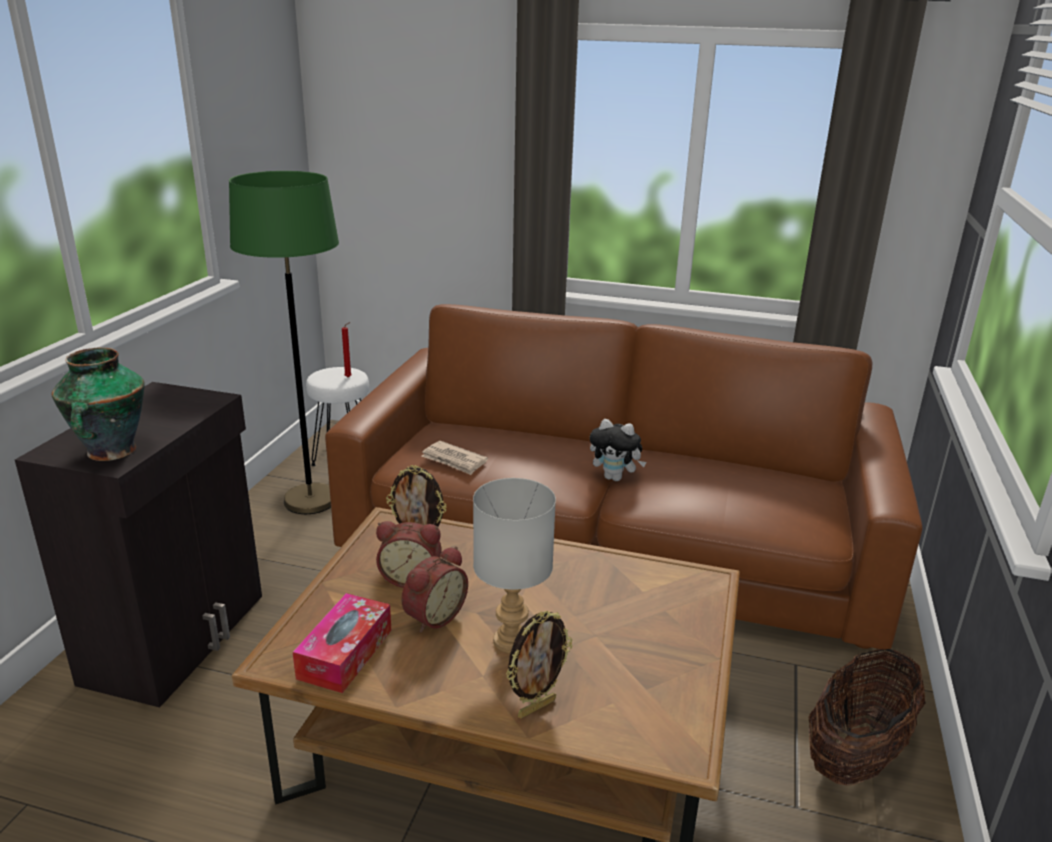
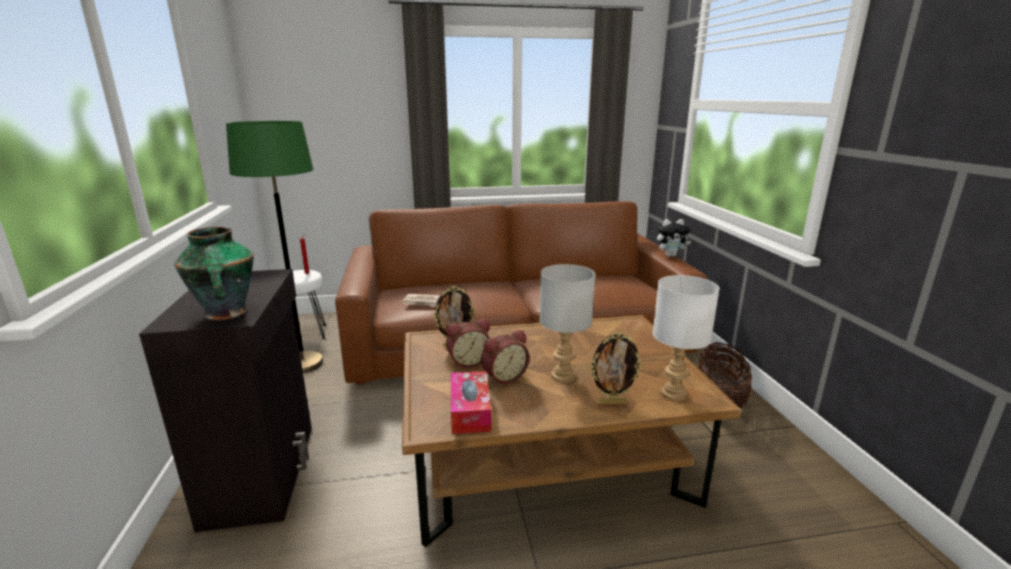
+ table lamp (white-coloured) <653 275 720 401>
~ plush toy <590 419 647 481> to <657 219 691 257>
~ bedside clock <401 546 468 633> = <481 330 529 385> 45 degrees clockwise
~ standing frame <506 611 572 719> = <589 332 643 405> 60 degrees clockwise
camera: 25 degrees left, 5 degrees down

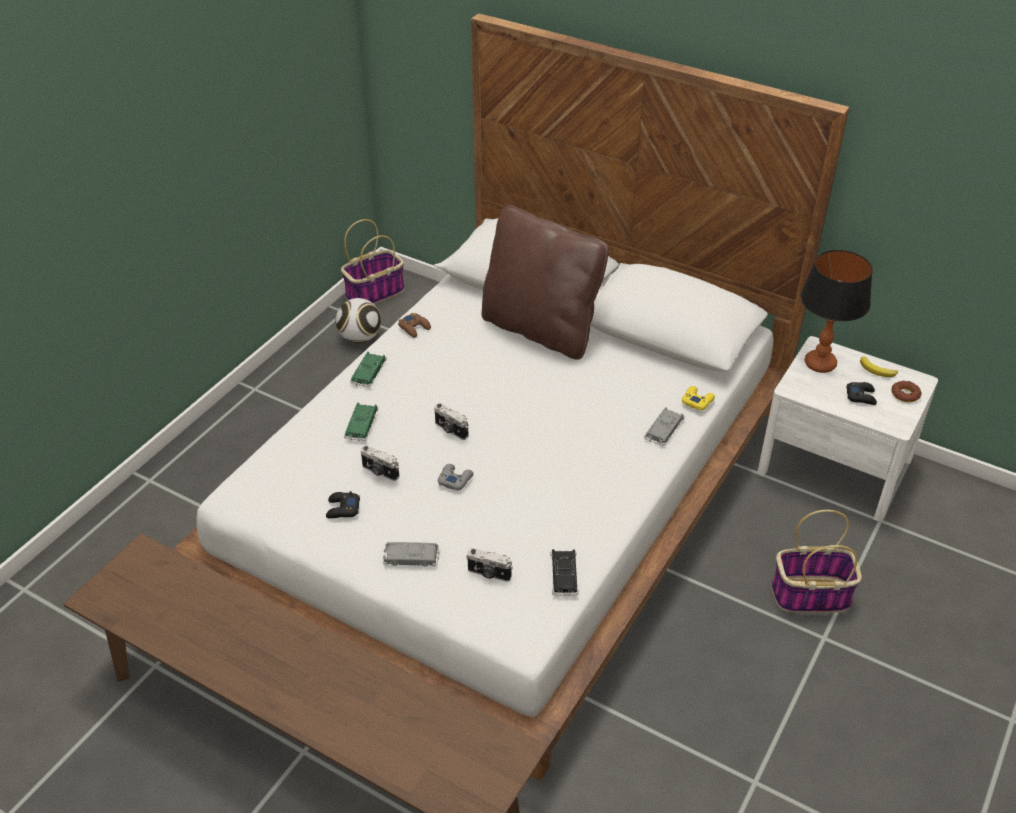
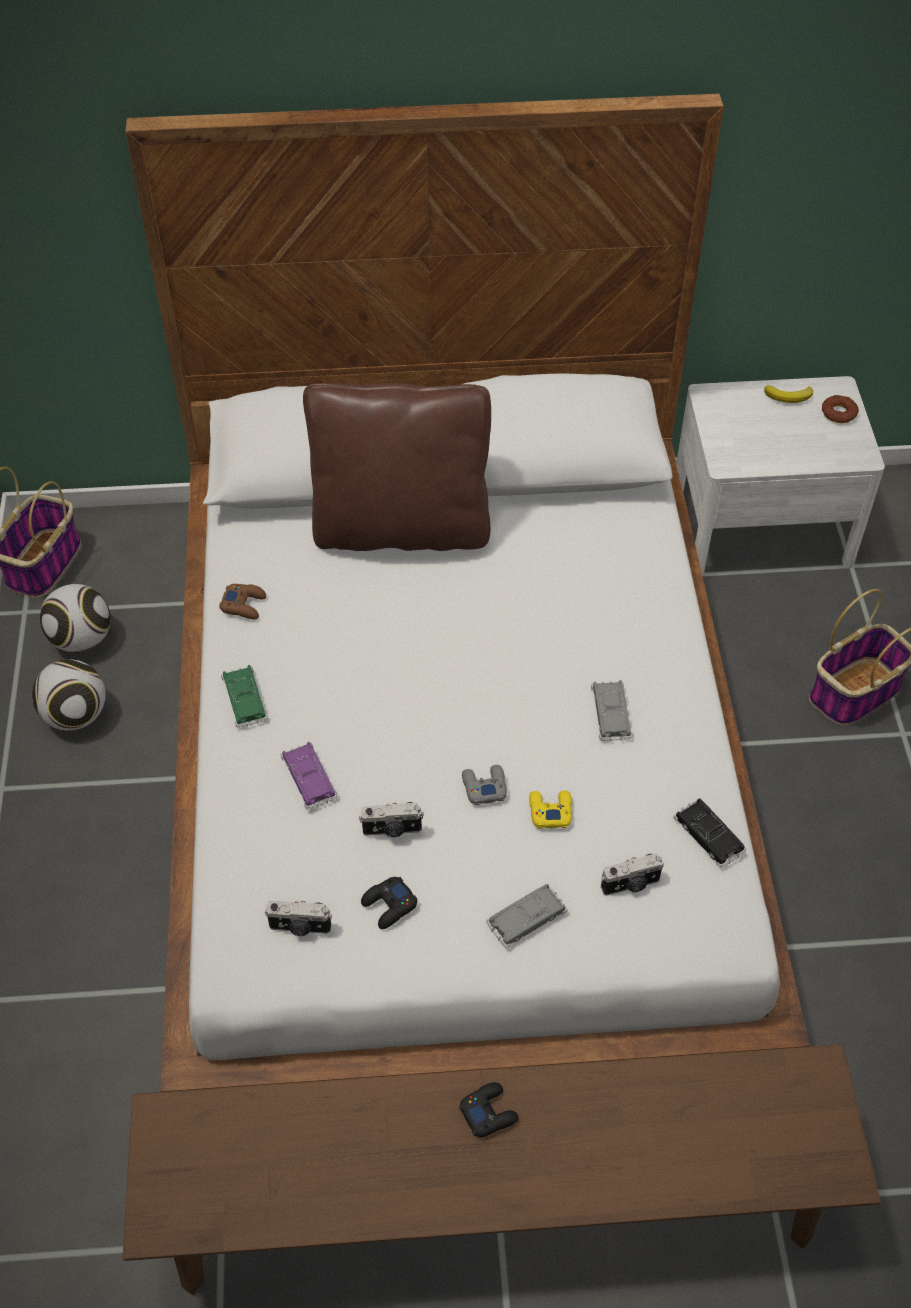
- table lamp <801 250 873 373>
+ football ball <32 659 106 731>
~ photo camera <434 403 468 440> to <265 901 332 936>
~ toy car (grey) <644 407 685 446> to <591 680 632 741>
~ gamepad (yellow-coloured) <682 386 715 410> to <529 790 572 828>
~ gamepad (black) <846 382 877 405> to <459 1082 519 1138>
~ toy car (green-coloured) <344 402 379 441> to toy car (purple-coloured) <281 742 337 810>
camera: 35 degrees left, 10 degrees up

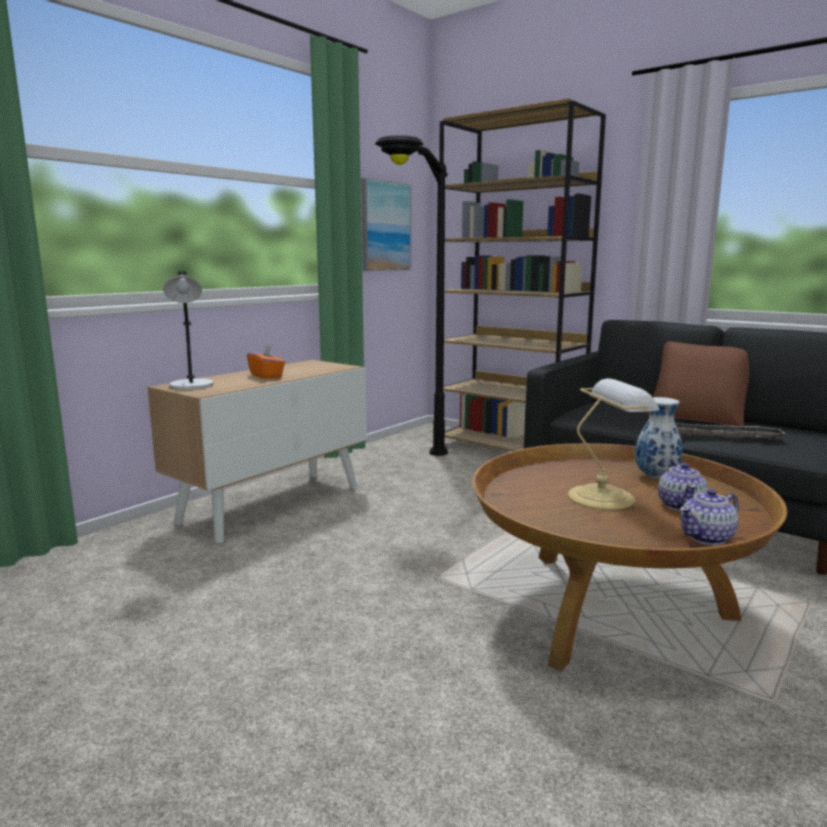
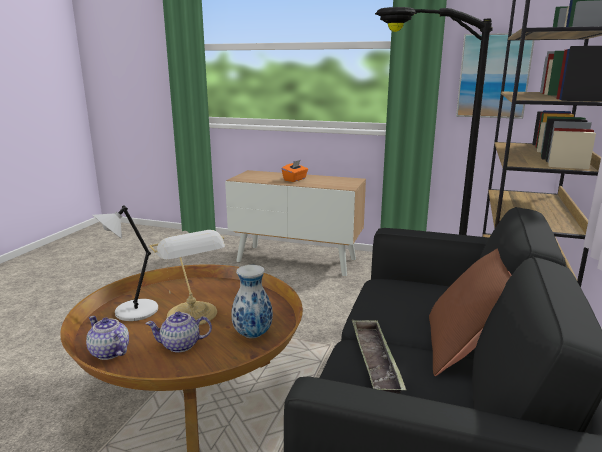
~ table lamp (grey) <163 271 214 390> to <92 206 158 321>
camera: 70 degrees right, 5 degrees up

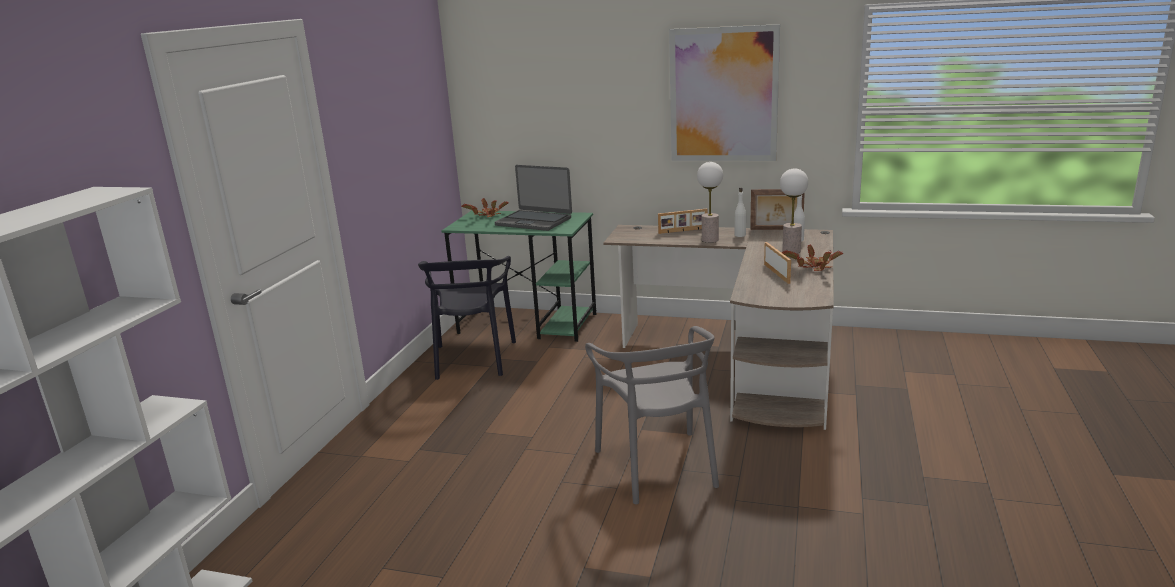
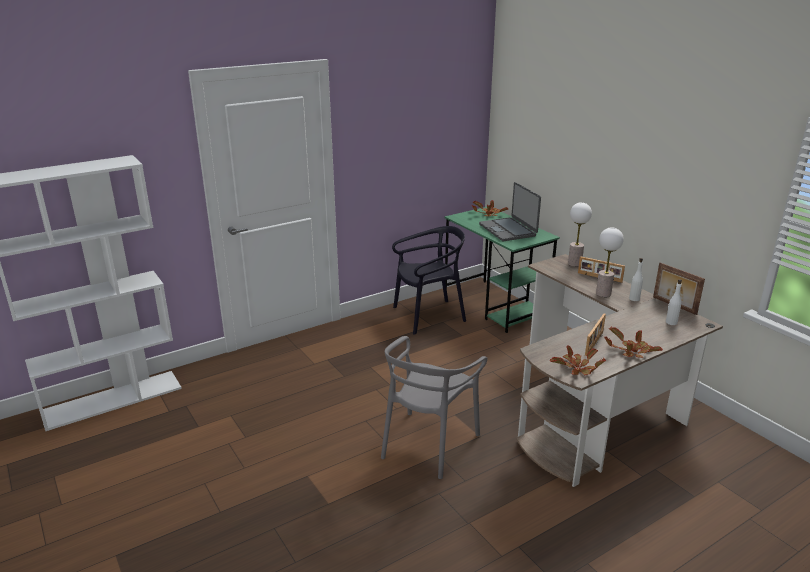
- picture <669 24 780 161>
+ houseplant <550 345 606 375>
~ table lamp <780 168 808 254> to <568 202 592 267>
~ upright chair (black) <418 256 516 380> = <392 226 466 335> 150 degrees counterclockwise
camera: 40 degrees right, 5 degrees up

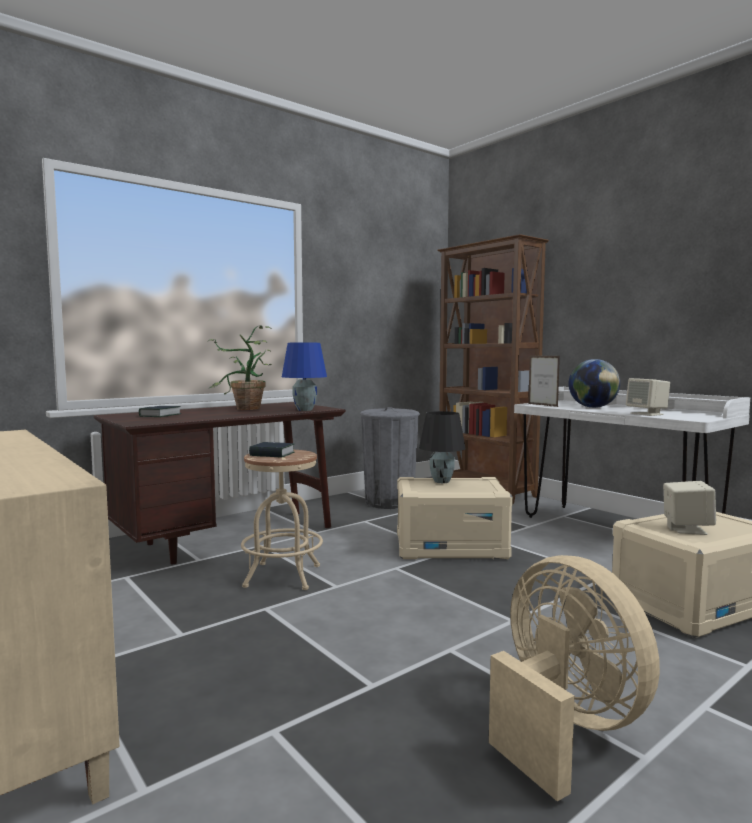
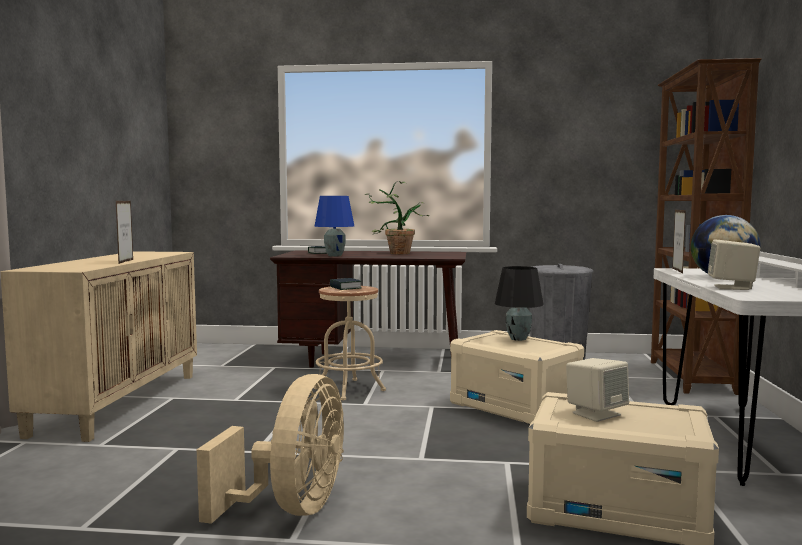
+ standing frame <116 201 133 264>
~ table lamp (blue-coloured) <282 343 327 411> to <314 196 354 257>
camera: 45 degrees right, 0 degrees up

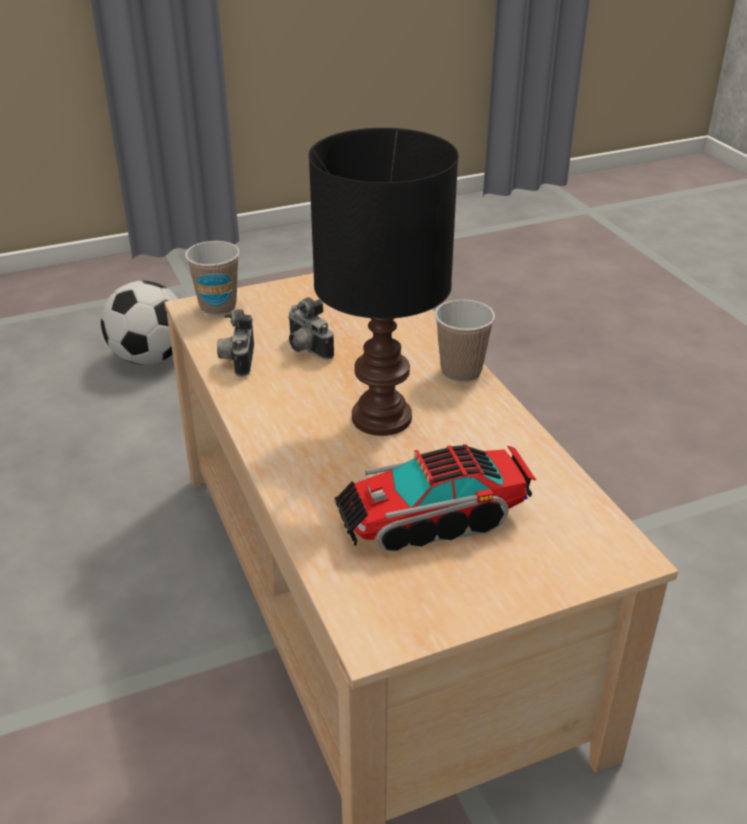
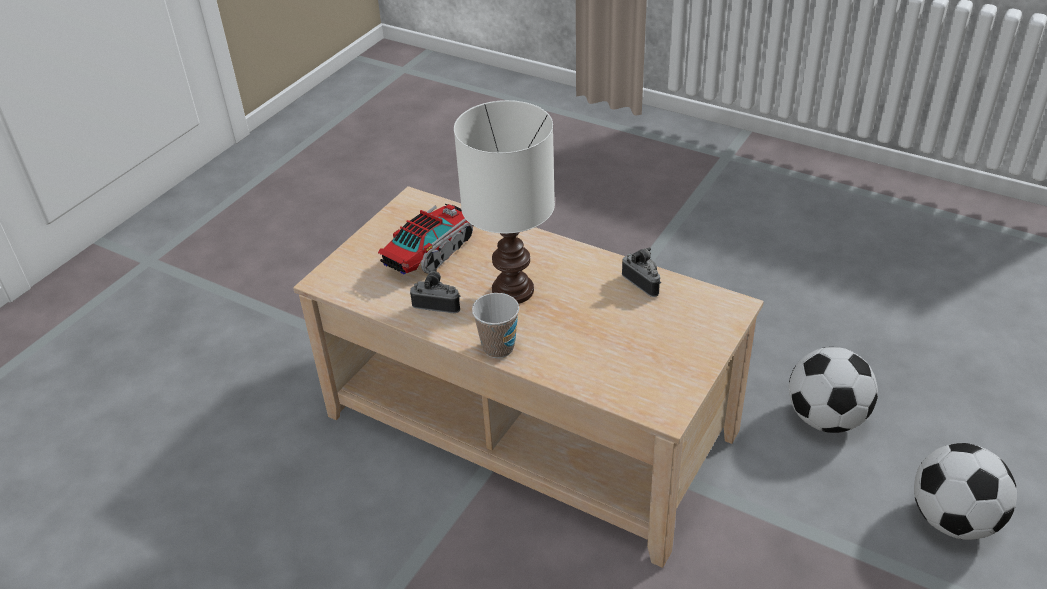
- drinking cup <185 241 240 316>
+ football ball <789 347 878 433>
~ photo camera <288 297 334 360> to <410 268 460 313>
~ table lamp (black) <309 128 459 436> to table lamp (white-coloured) <454 100 555 304>
camera: 145 degrees right, 5 degrees up

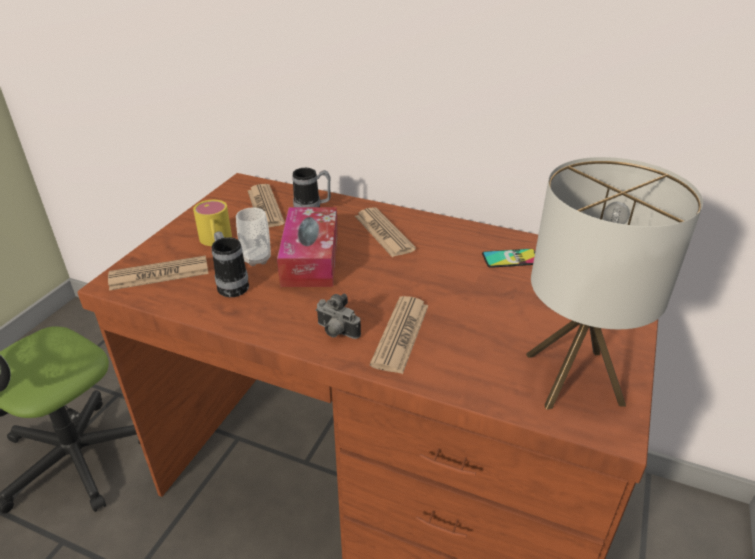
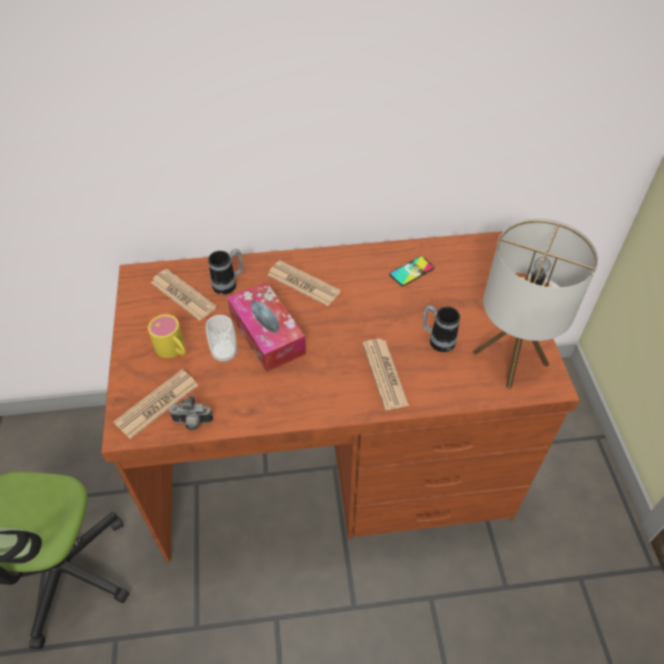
~ mug <212 232 249 297> to <422 305 460 352>
~ photo camera <316 294 361 339> to <169 395 213 430>
camera: 30 degrees left, 15 degrees up

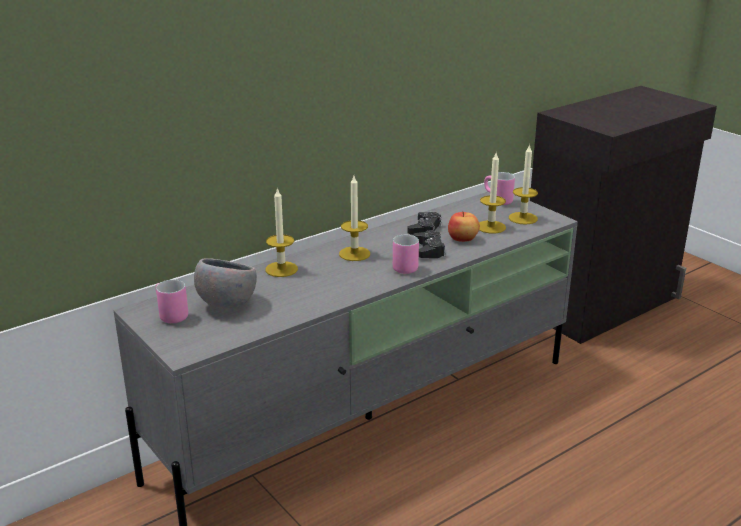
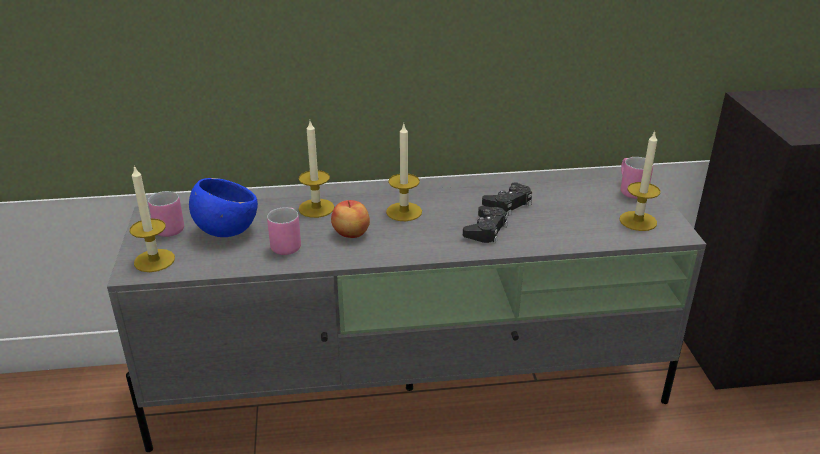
~ mug (pinkish) <393 235 419 274> to <267 207 301 255>
~ apple <448 211 480 242> to <331 200 370 238>
~ wax light <479 153 506 234> to <130 165 175 272>
~ bowl (grey) <194 258 257 309> to bowl (blue-coloured) <189 178 258 237>
camera: 30 degrees right, 5 degrees up

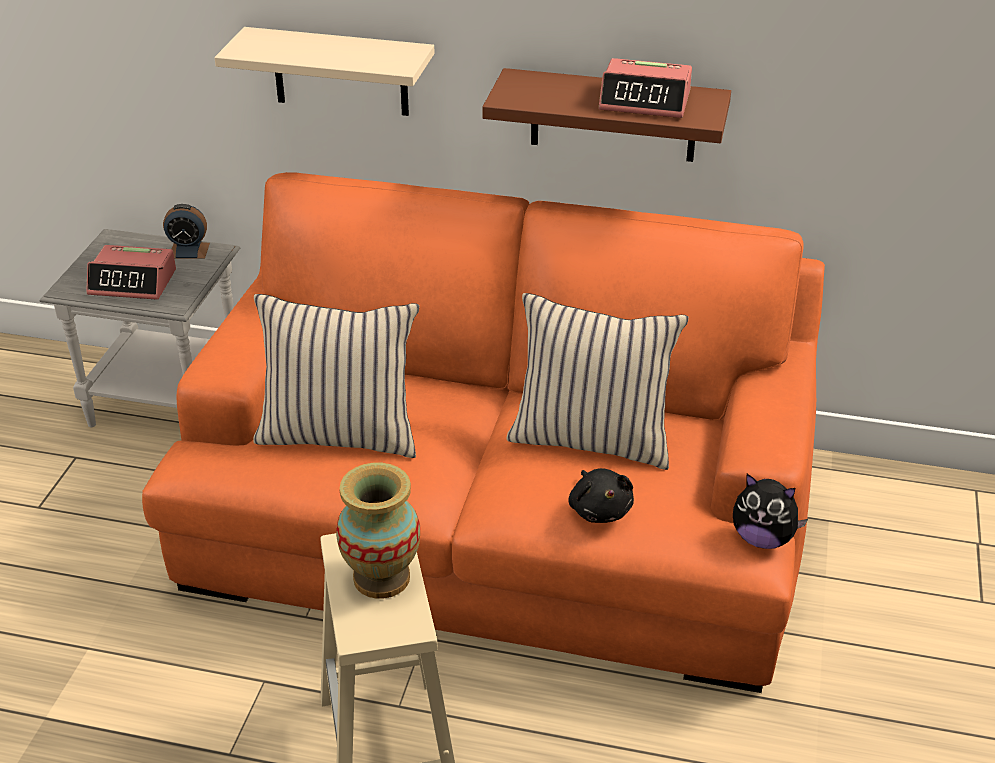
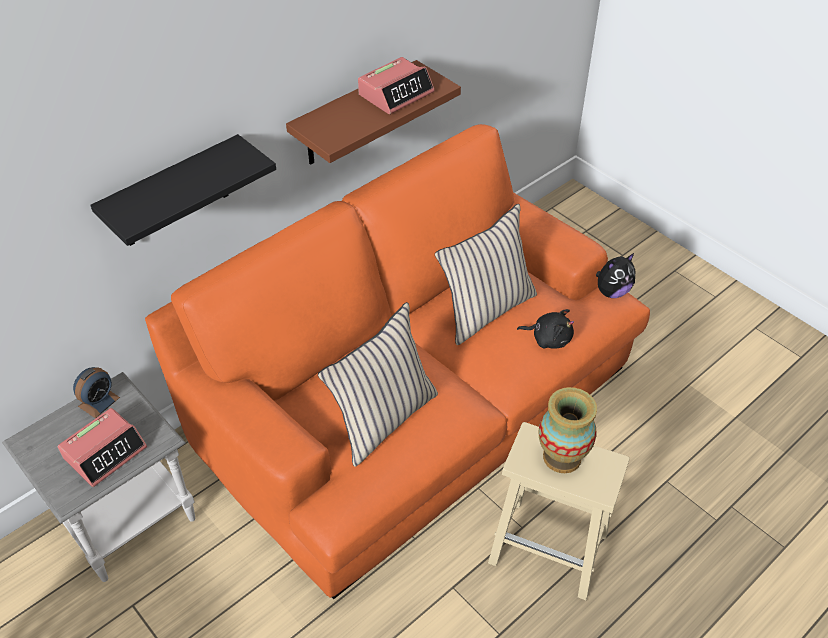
~ shelf (beige-coloured) <215 27 435 116> to shelf (black) <90 134 276 246>
camera: 55 degrees left, 10 degrees up

